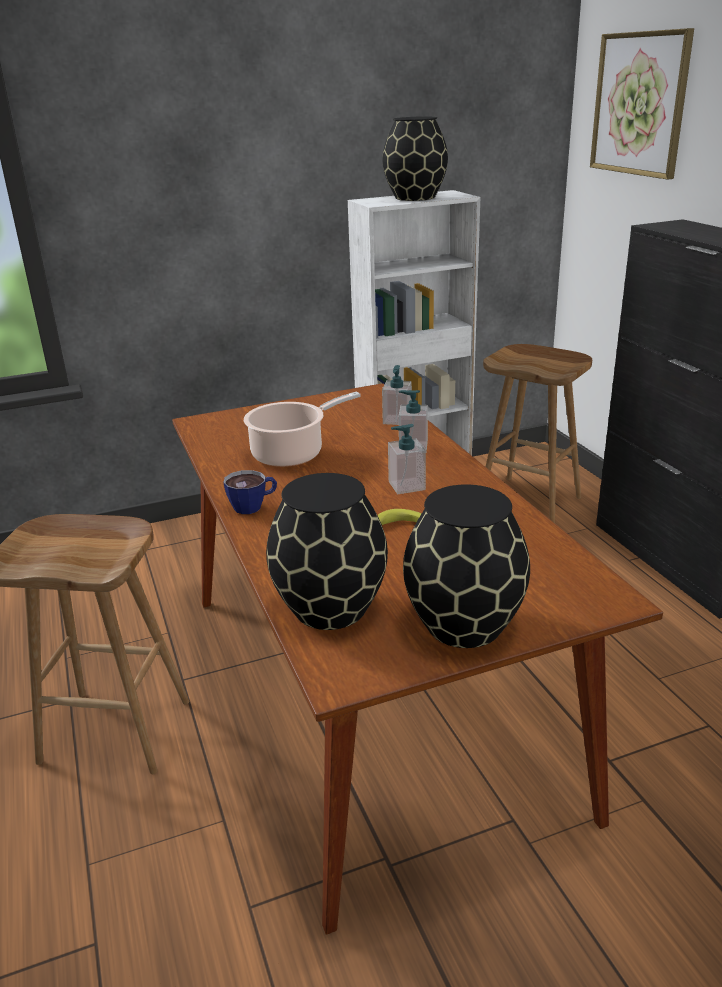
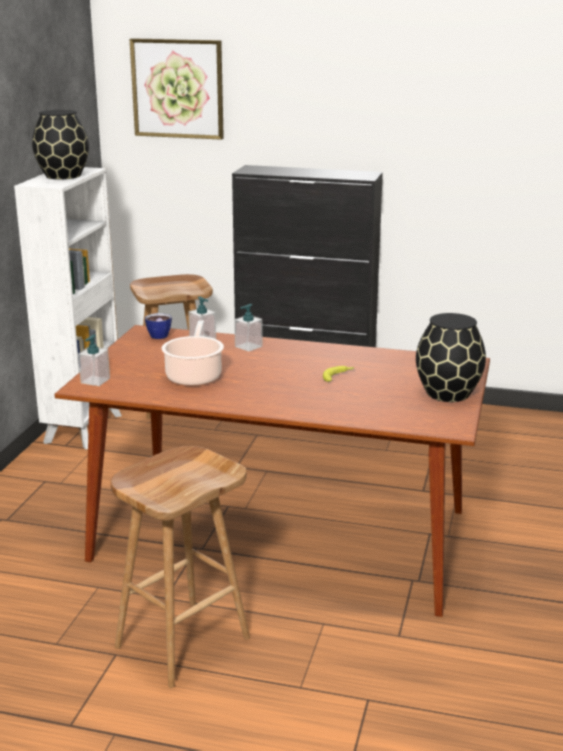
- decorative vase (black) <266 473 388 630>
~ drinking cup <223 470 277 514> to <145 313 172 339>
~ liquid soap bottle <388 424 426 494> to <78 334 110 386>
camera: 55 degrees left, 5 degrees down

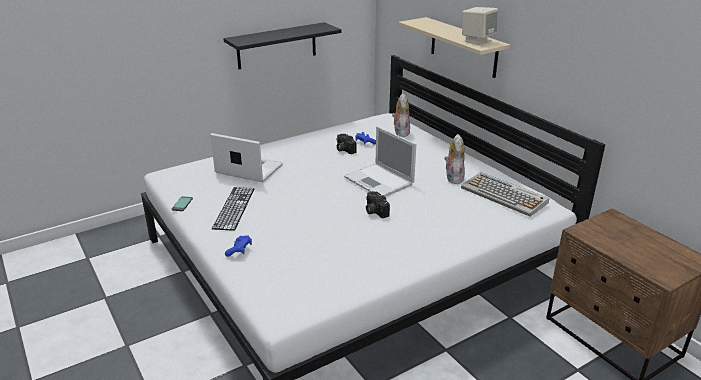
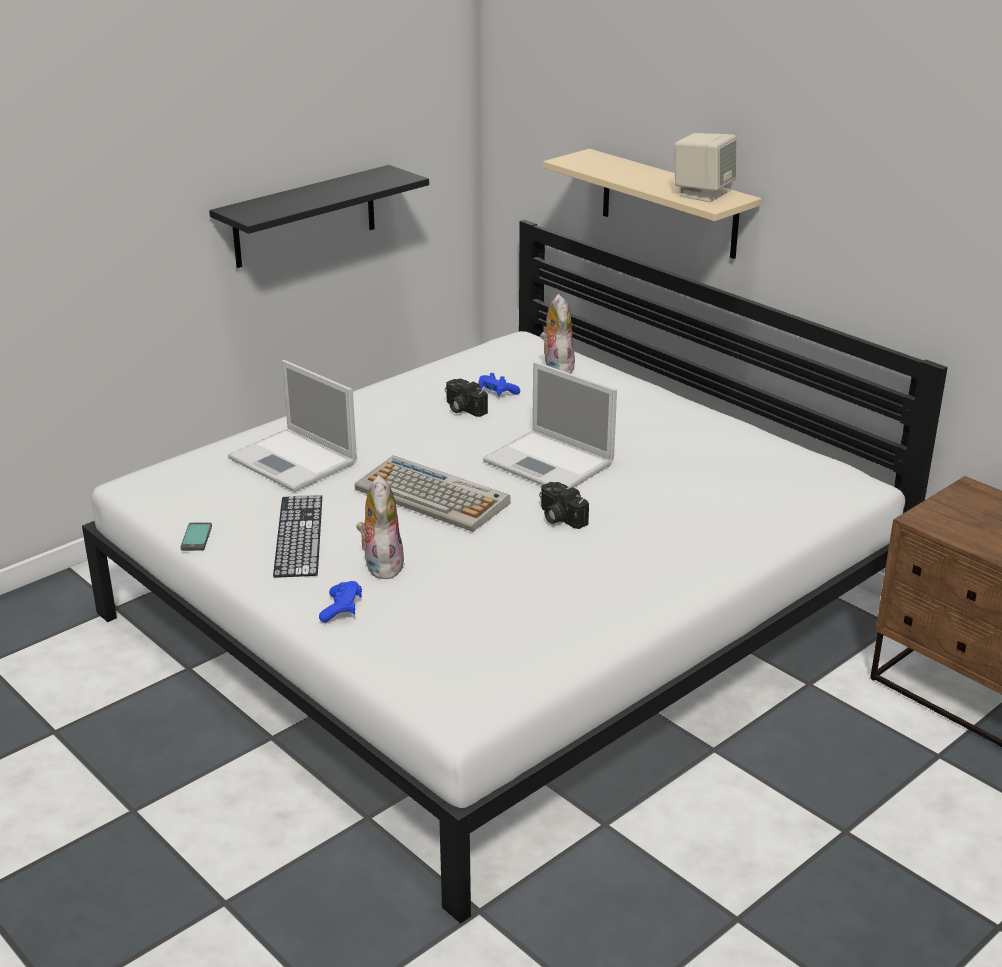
~ plush toy <444 134 465 184> to <357 475 405 579>
~ PC keyboard <461 172 549 217> to <355 455 511 532>
~ portable computer <210 133 283 182> = <228 360 357 492> 150 degrees counterclockwise
camera: 10 degrees left, 0 degrees up

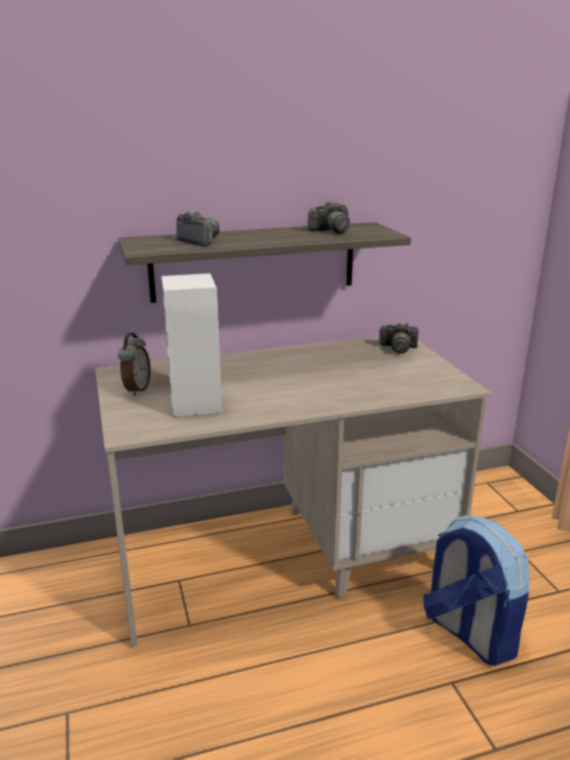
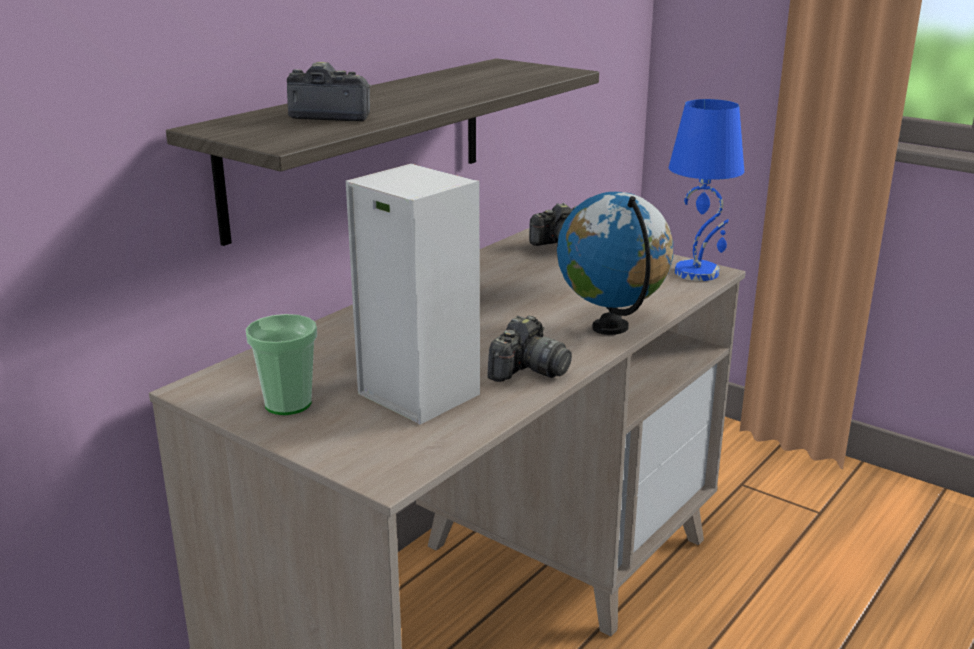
- backpack <423 515 530 666>
+ desk globe <557 192 673 335>
+ table lamp (blue-coloured) <668 99 744 281>
~ photo camera <308 201 350 234> to <488 316 572 382>
~ bedside clock <118 333 151 396> to drinking cup <246 314 317 415>
camera: 35 degrees left, 0 degrees up

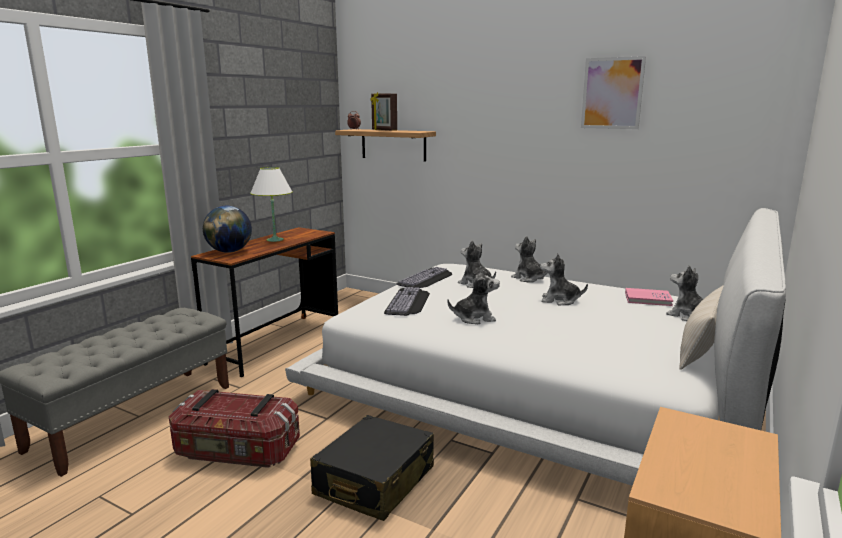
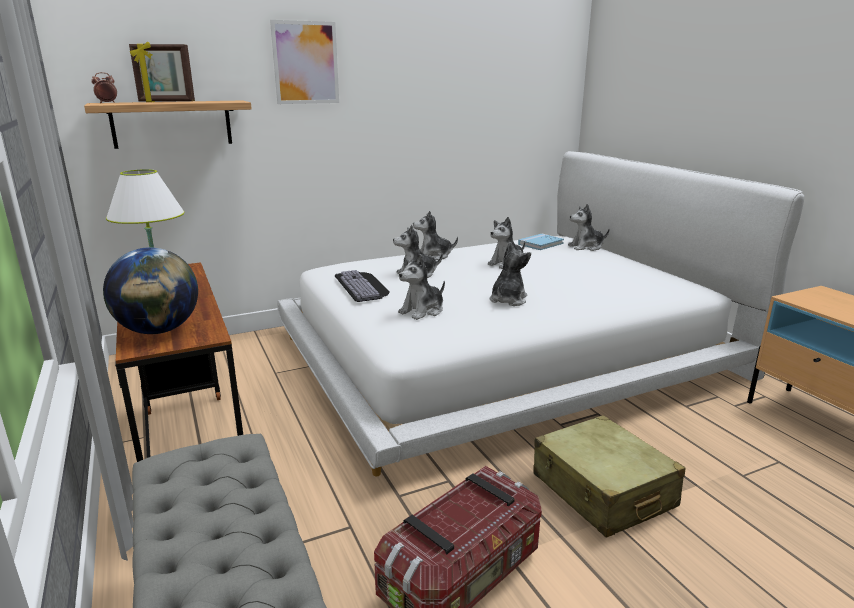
- pillow (beige-coloured) <679 285 723 370>
~ picture <581 56 646 129> to <270 20 339 104>
~ PC keyboard <384 287 430 316> to plush toy <398 254 445 320>
~ suitcase (black) <310 415 434 521> to suitcase (beige-coloured) <534 415 686 538>
~ volume (pinkish) <625 288 673 306> to volume (blue-coloured) <518 234 564 250>
camera: 55 degrees left, 5 degrees up

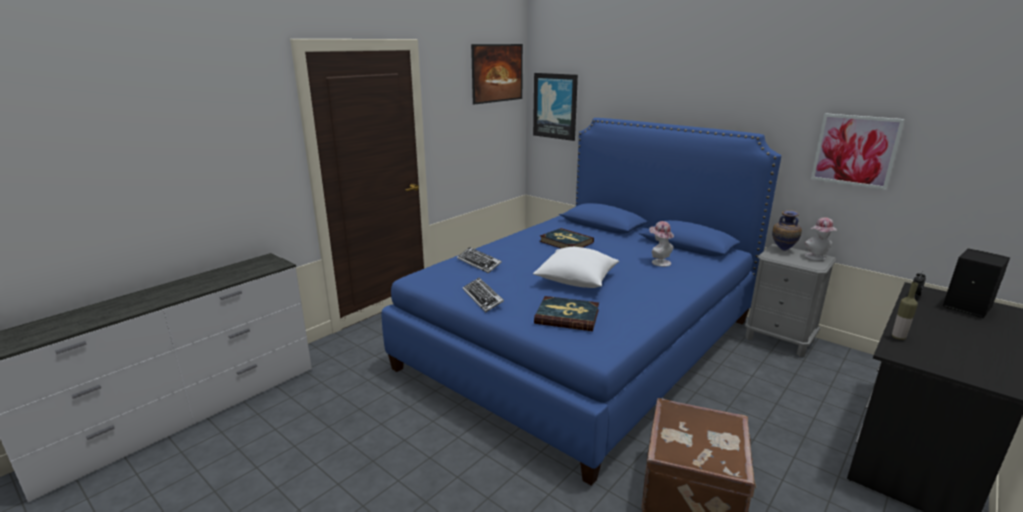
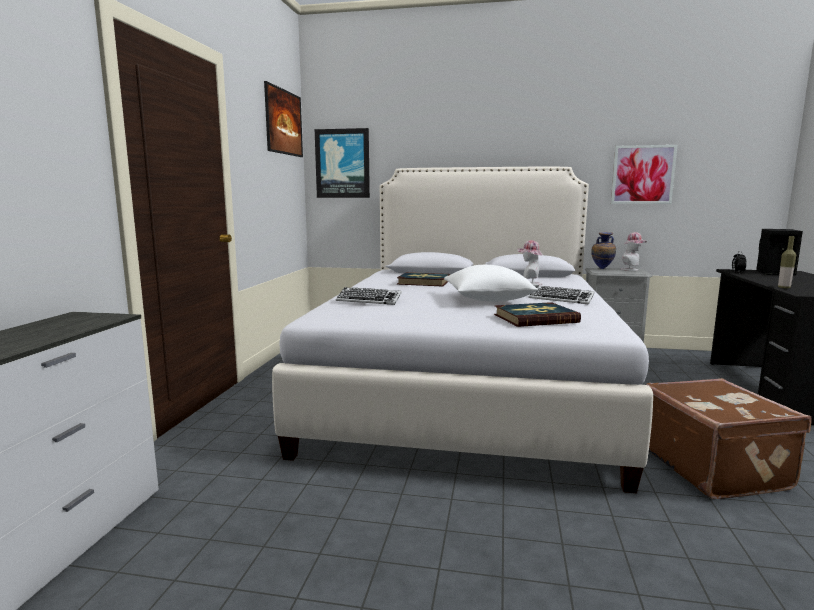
~ PC keyboard <463 278 504 313> to <528 285 595 304>
~ bedroom bed (blue-coloured) <382 118 781 486> to bedroom bed (white-coloured) <272 167 653 493>
camera: 30 degrees left, 10 degrees down

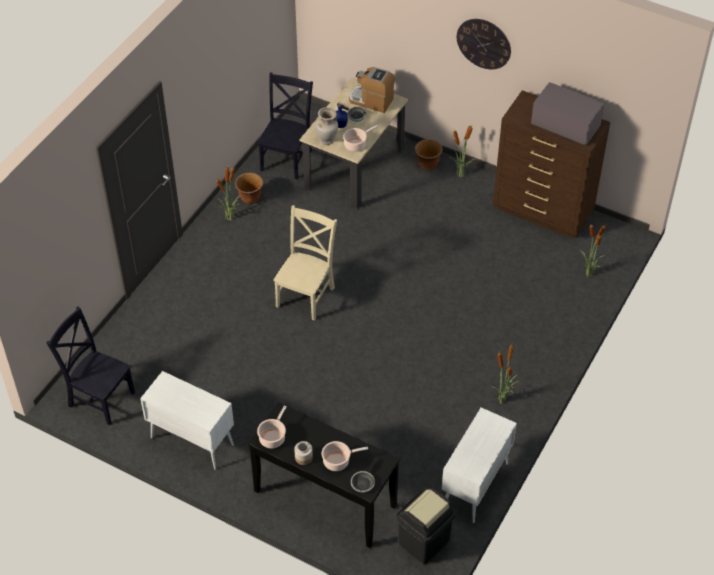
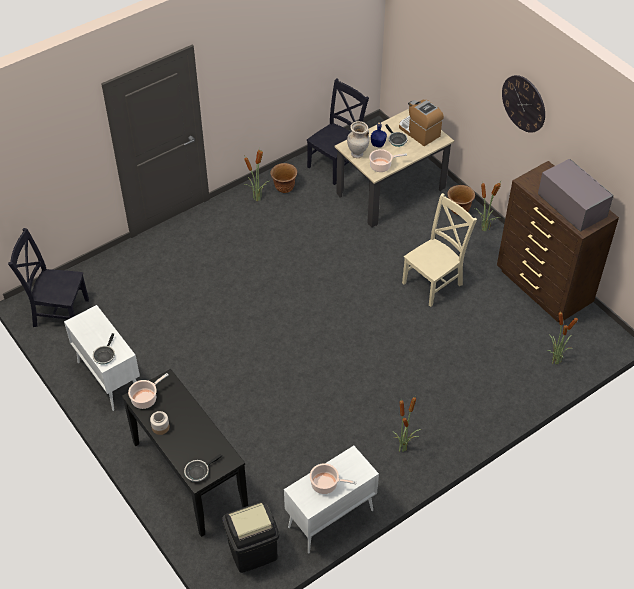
+ frying pan <93 333 115 365>
~ upright chair (beige-coloured) <273 205 337 321> to <402 193 477 307>
~ saucepot <321 441 368 471> to <310 463 357 494>
~ upright chair (black) <47 306 135 425> = <8 228 89 327> 45 degrees counterclockwise
camera: 25 degrees right, 0 degrees up

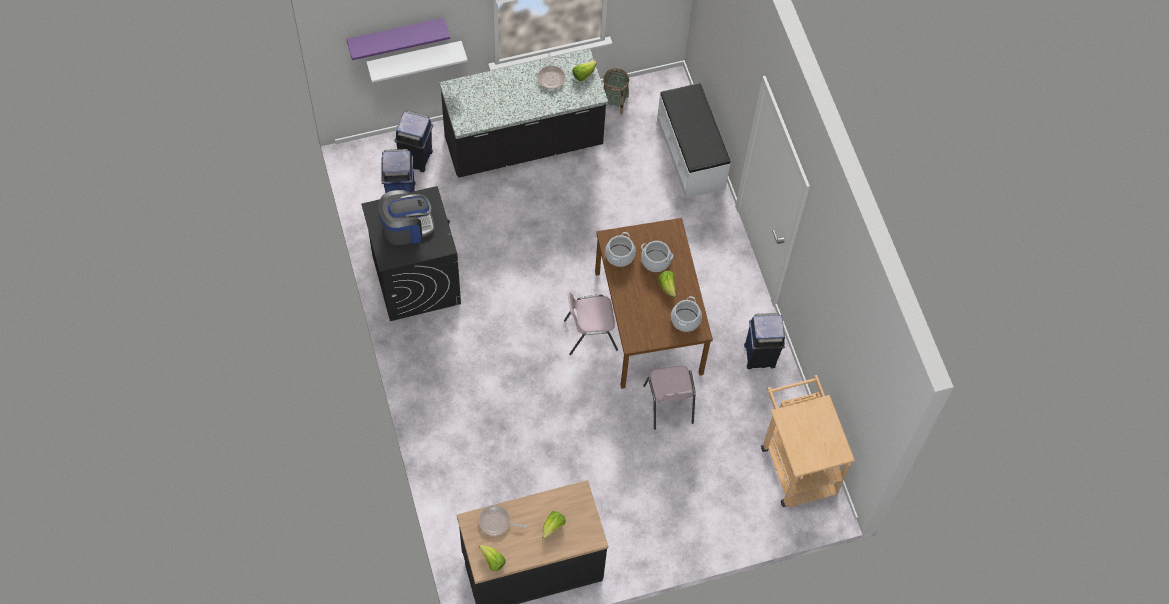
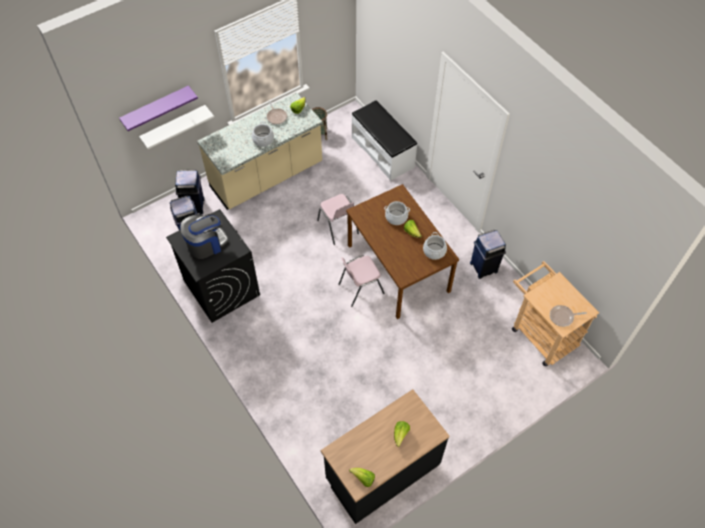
~ frying pan <479 505 527 536> to <550 305 587 327>
~ saucepot <605 232 636 267> to <252 121 274 147>
~ upright chair (pinkish) <643 365 695 430> to <317 194 359 245>
~ kitchen counter (black) <439 49 608 178> to kitchen counter (beige-coloured) <197 92 323 210>
camera: 15 degrees left, 5 degrees down

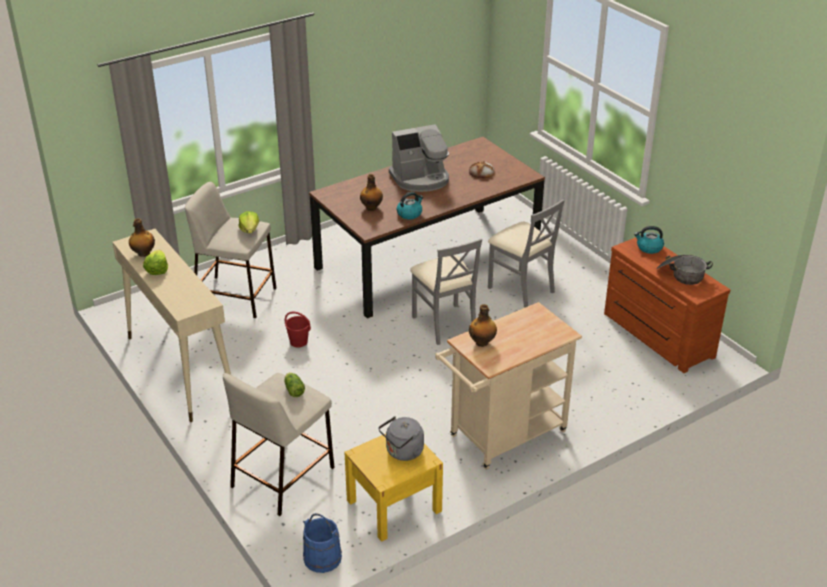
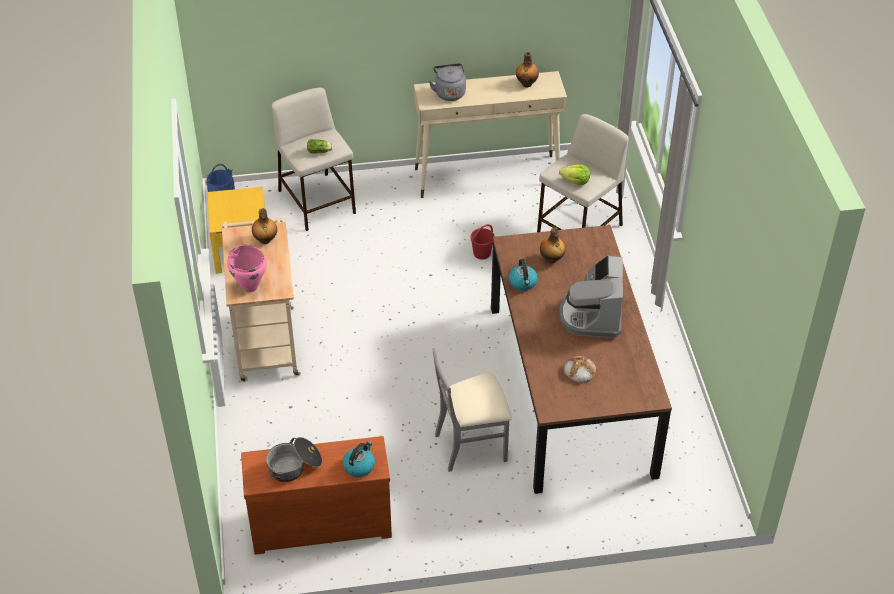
- lettuce head <143 250 168 275>
- upright chair (grey) <410 238 482 345>
+ saucepot (pinkish) <227 245 267 292>
~ kettle (grey) <378 416 424 461> to <429 63 466 101>
camera: 115 degrees right, 10 degrees up

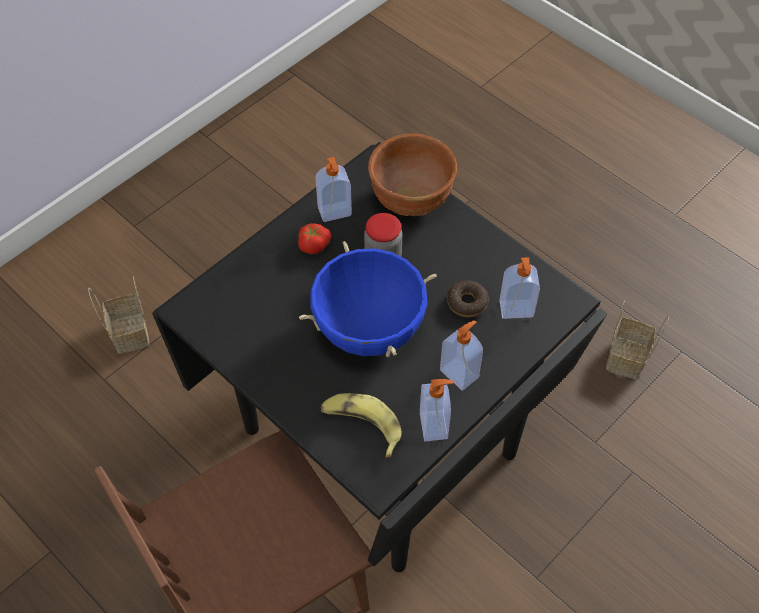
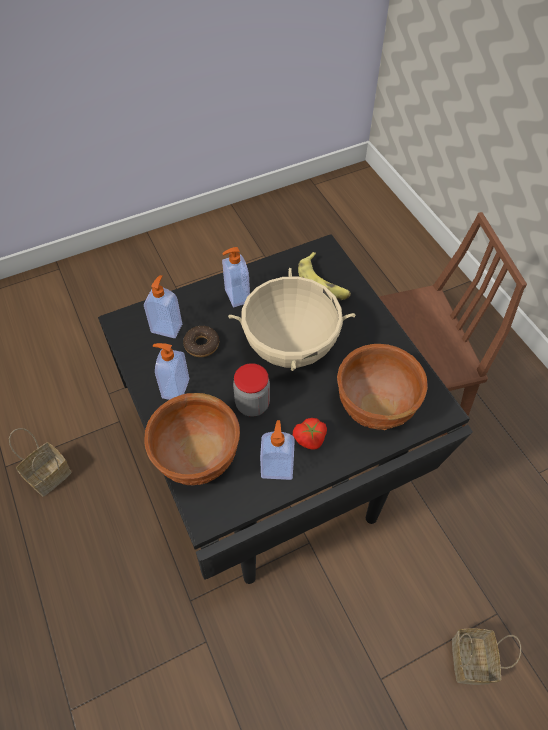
+ bowl (brown) <337 344 428 430>
~ liquid soap bottle <420 379 453 441> to <153 343 189 400>
~ saucepot (blue-coloured) <299 241 437 357> to saucepot (beige-coloured) <228 268 356 371>
camera: 160 degrees left, 0 degrees up

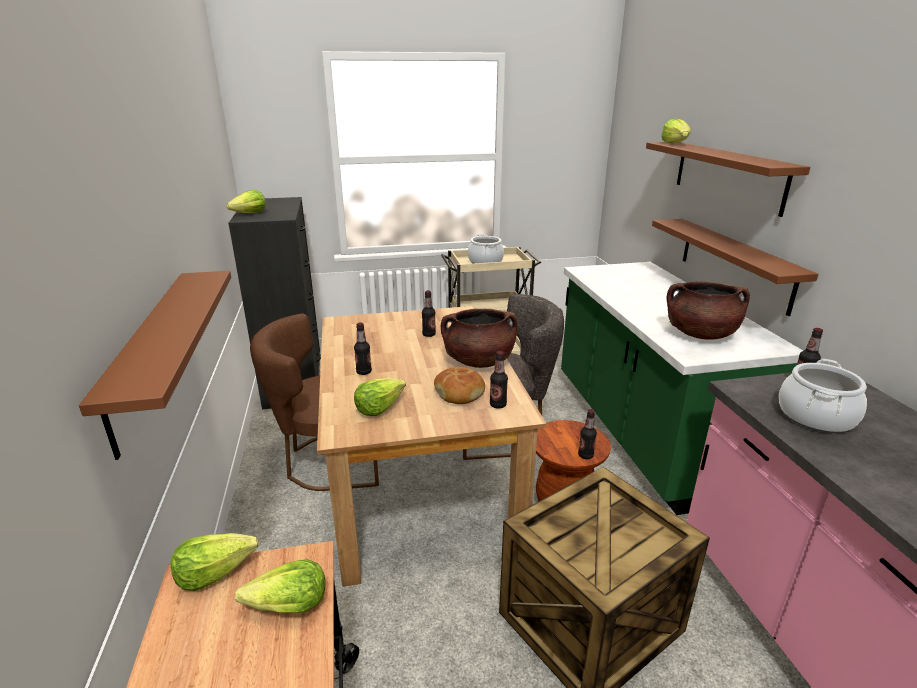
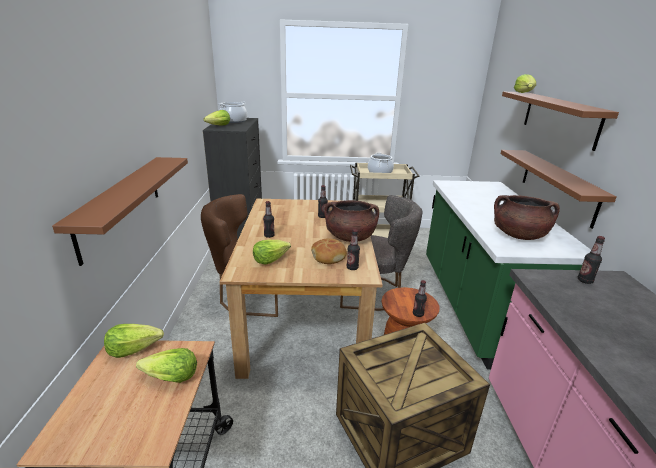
~ saucepot <779 359 867 433> to <219 102 247 123>
camera: 10 degrees right, 0 degrees up

